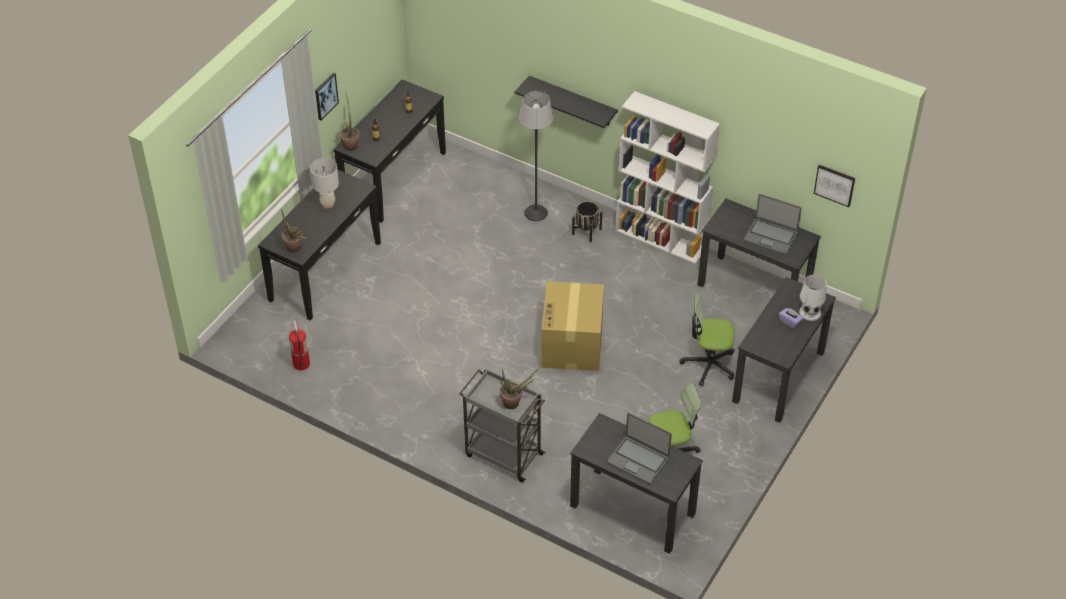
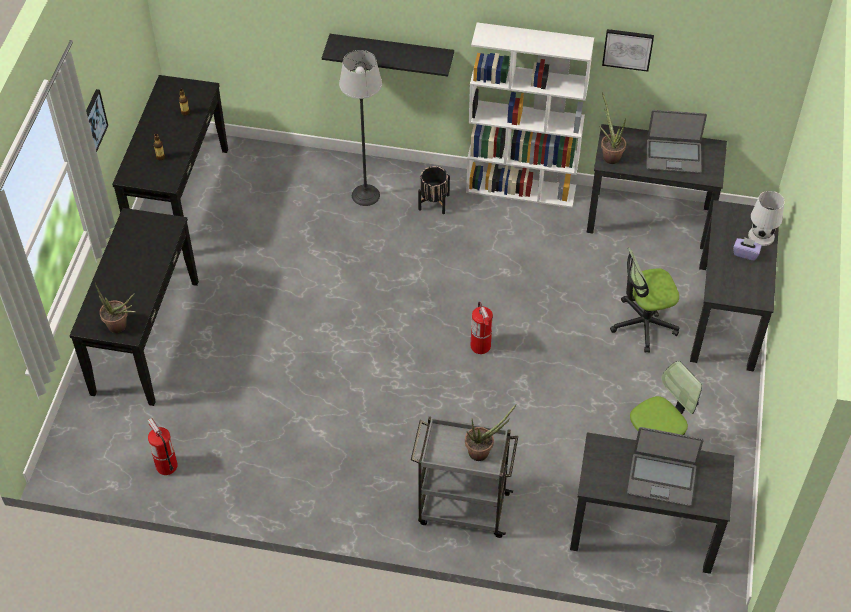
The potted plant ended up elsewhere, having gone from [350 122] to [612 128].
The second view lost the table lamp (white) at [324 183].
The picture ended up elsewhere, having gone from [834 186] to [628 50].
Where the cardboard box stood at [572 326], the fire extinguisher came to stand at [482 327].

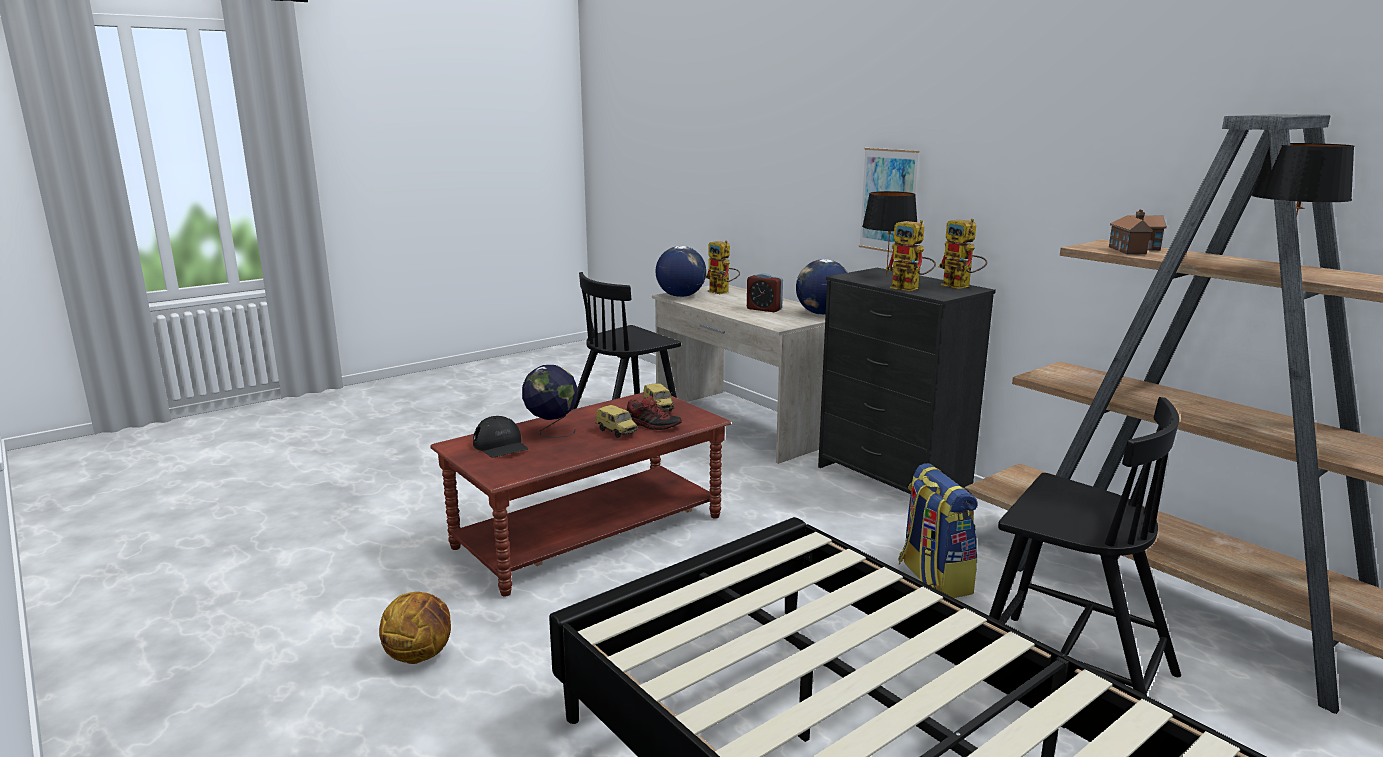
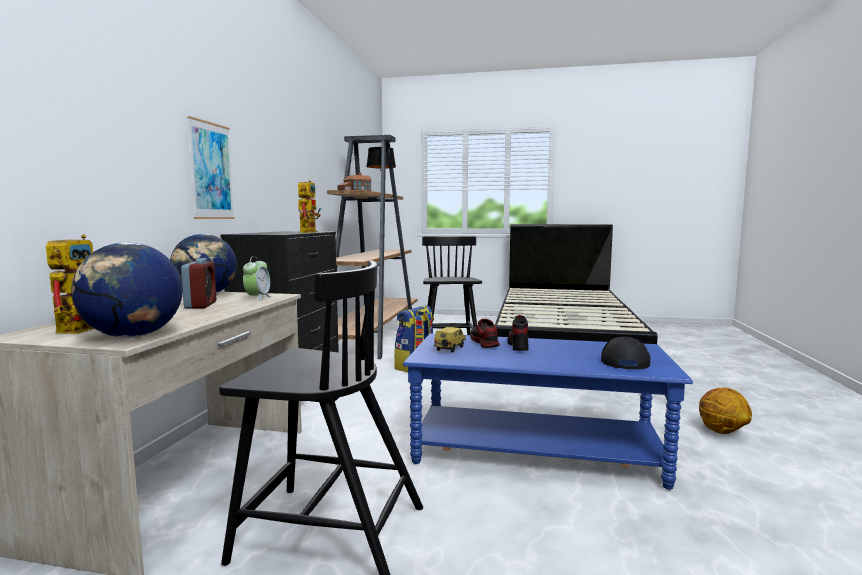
The second view lost the table lamp (black) at [889 233].
The second view lost the toy robot at [962 254].
The second view lost the globe at [549 401].
What was the coffee table (brown) at [580 494] turned into the coffee table (blue) at [548 412].
Where the toy car stood at [617 421], the shoe came to stand at [518 333].
The second view gained the alarm clock at [257 278].

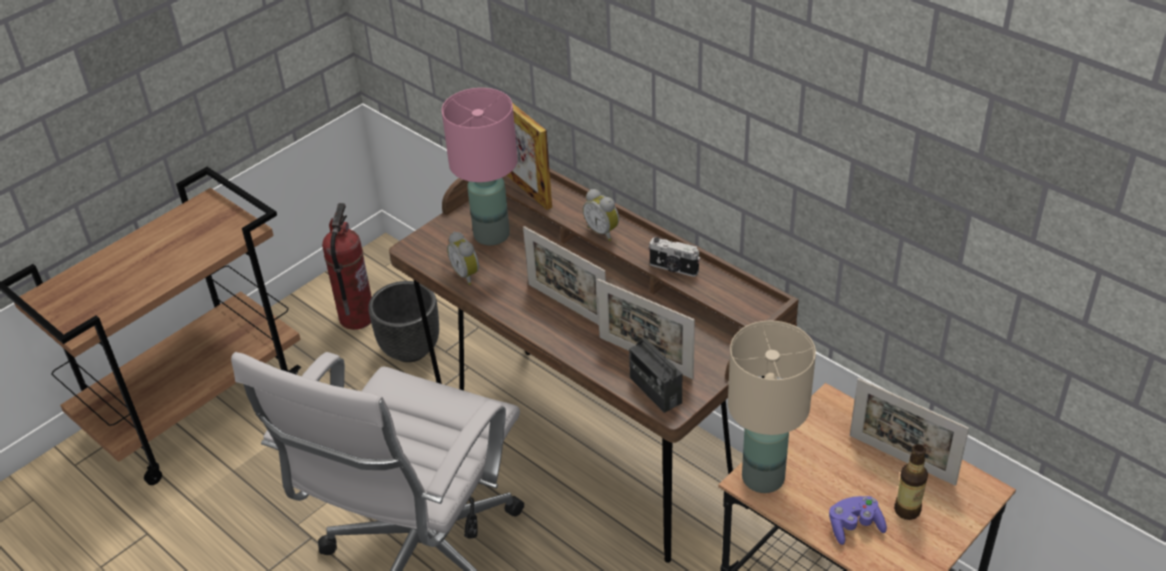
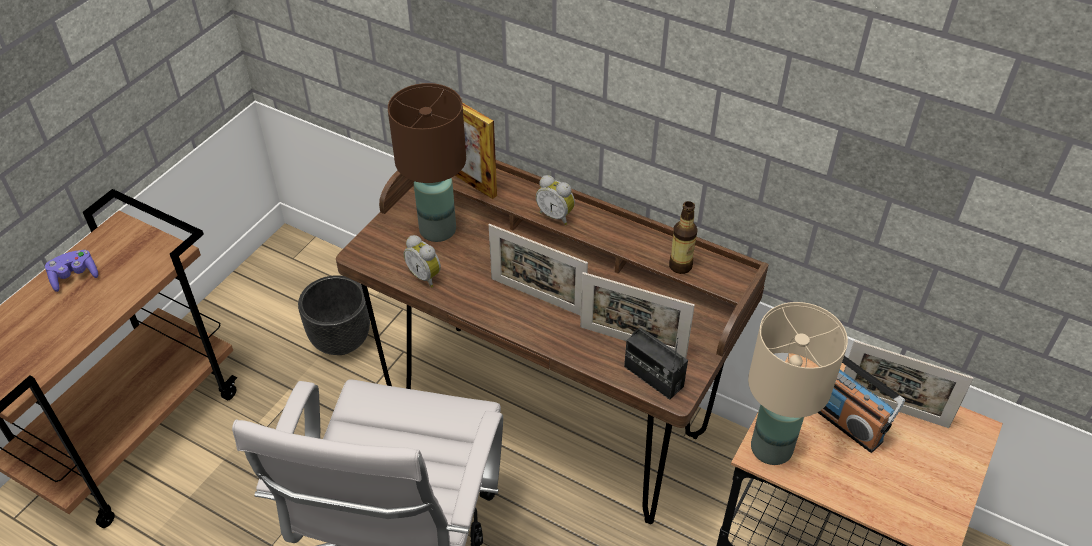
What was the table lamp (pink) at [480 167] turned into the table lamp (brown) at [427 162].
The second view lost the fire extinguisher at [347 266].
The second view lost the photo camera at [674 257].
The bottle ended up elsewhere, having gone from [911 482] to [683 237].
The game controller (purple) ended up elsewhere, having gone from [858 520] to [71 271].
The second view gained the radio at [861 404].

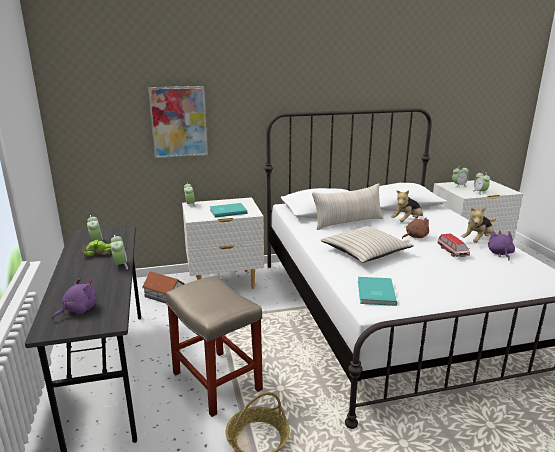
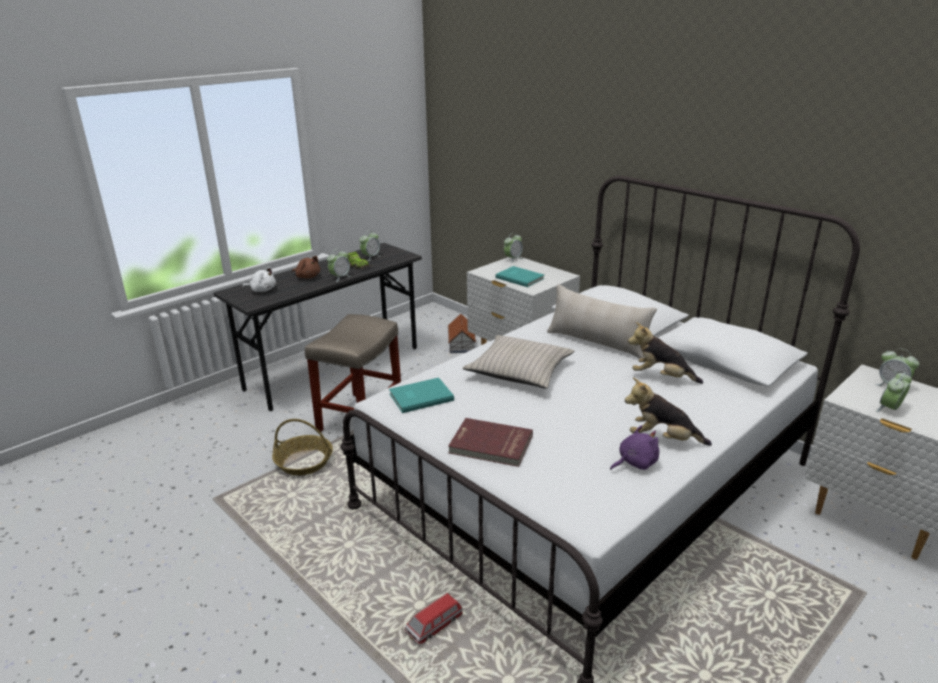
The second view lost the picture at [178 122].
The plush toy (brown) ended up elsewhere, having gone from [415 227] to [306 267].
The toy car ended up elsewhere, having gone from [454 245] to [433 619].
What was the plush toy (purple) at [74 298] turned into the plush toy (white) at [259 279].
The second view gained the book (red) at [490 442].

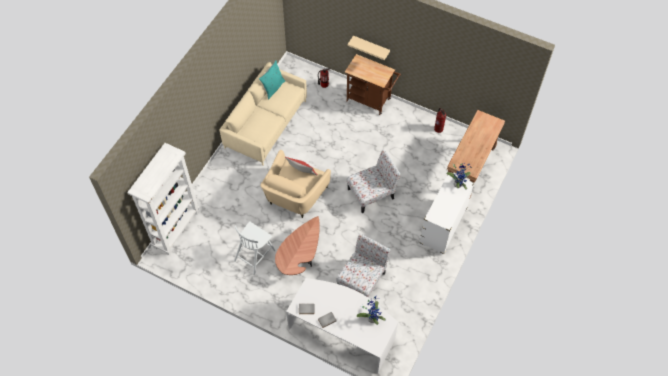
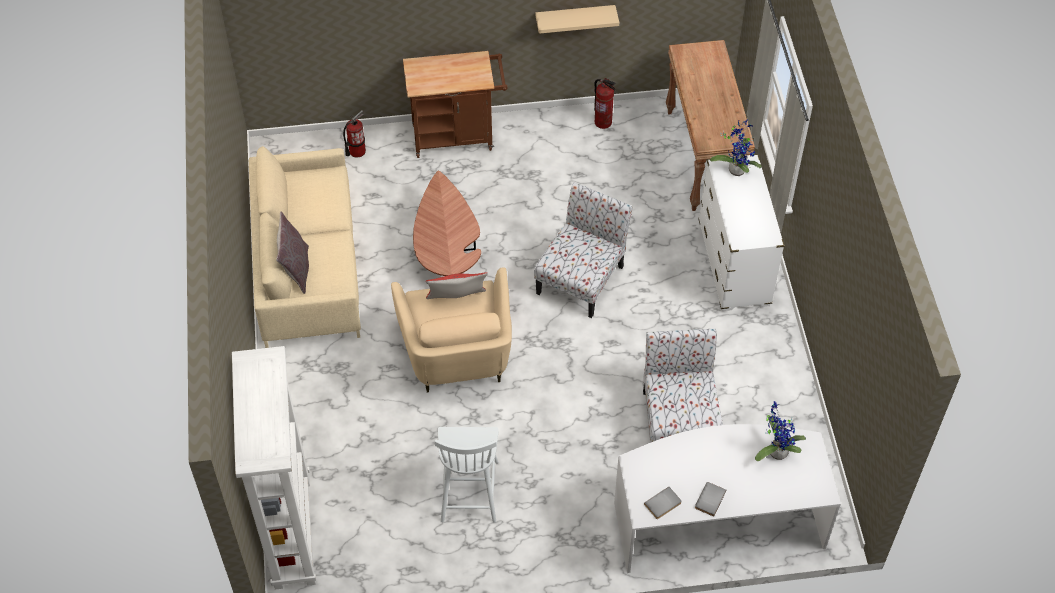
The shelf (beige) ended up elsewhere, having gone from [369 48] to [577 19].
The second view lost the pillow (turquoise) at [272 79].
The coffee table (brown) ended up elsewhere, having gone from [297 245] to [447 223].
The second view gained the pillow (grey) at [292 253].

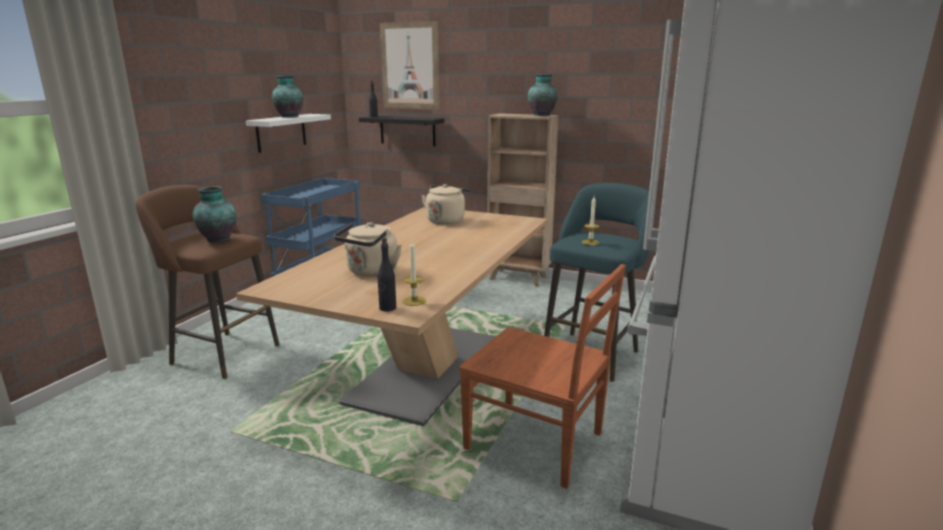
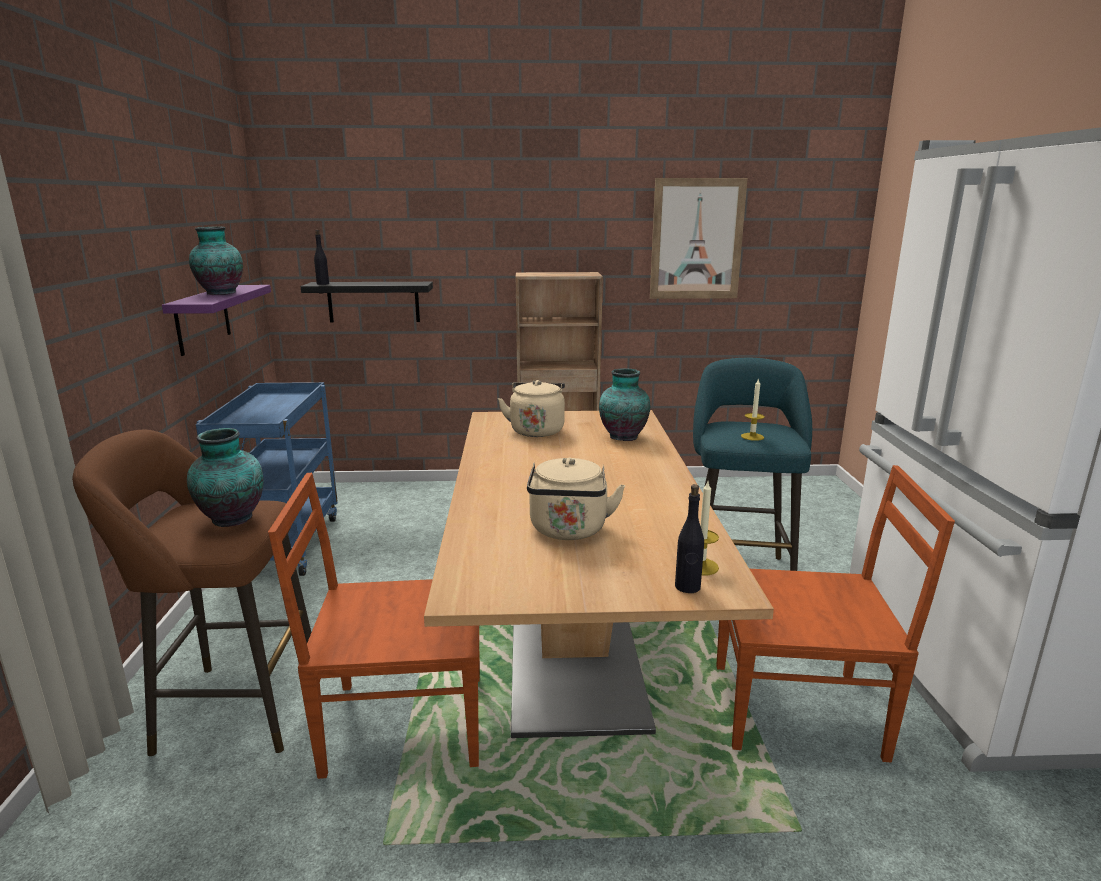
The picture ended up elsewhere, having gone from [410 65] to [699 238].
The vase ended up elsewhere, having gone from [543 95] to [624 404].
What was the shelf (white) at [288 133] turned into the shelf (purple) at [216 320].
The second view gained the chair (brown) at [374 626].

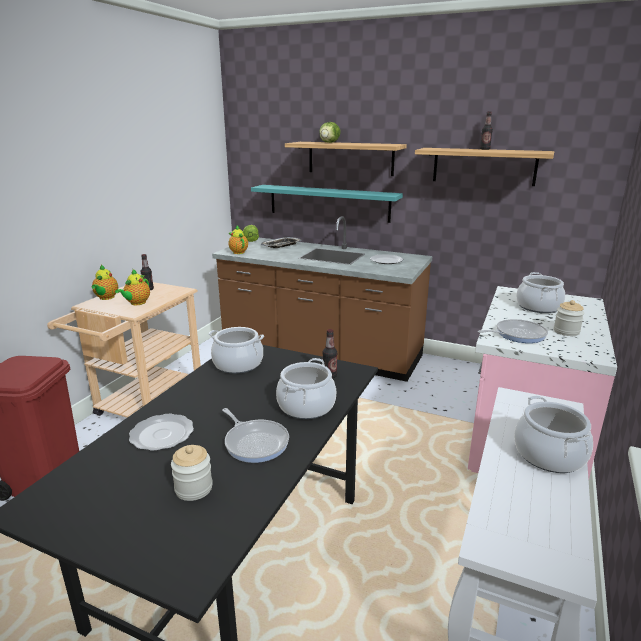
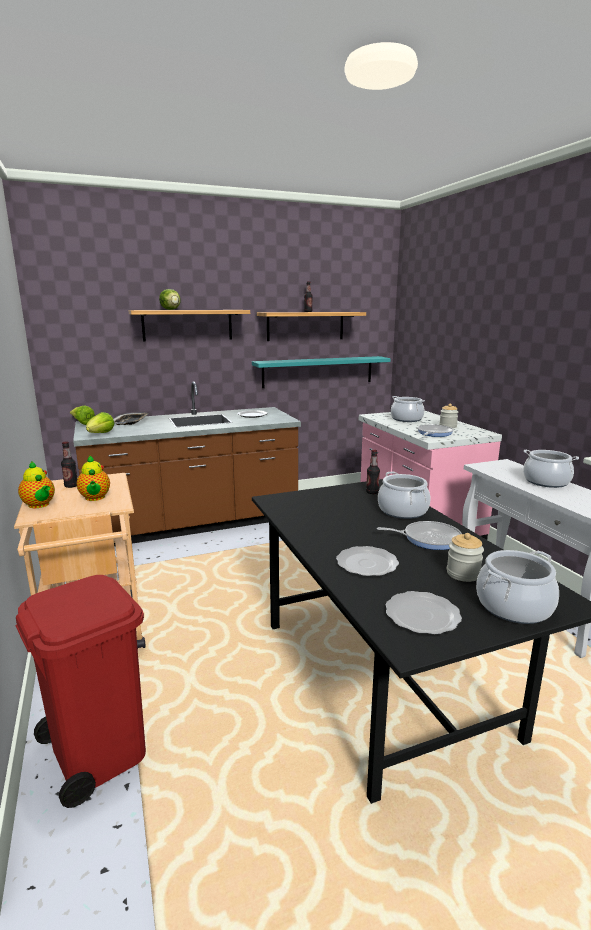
The shelf (turquoise) ended up elsewhere, having gone from [327 204] to [321 372].
Where the teapot stood at [238 239], the lettuce came to stand at [100 422].
The cooking pot ended up elsewhere, having gone from [236 350] to [517 587].
The second view gained the plate at [423 613].

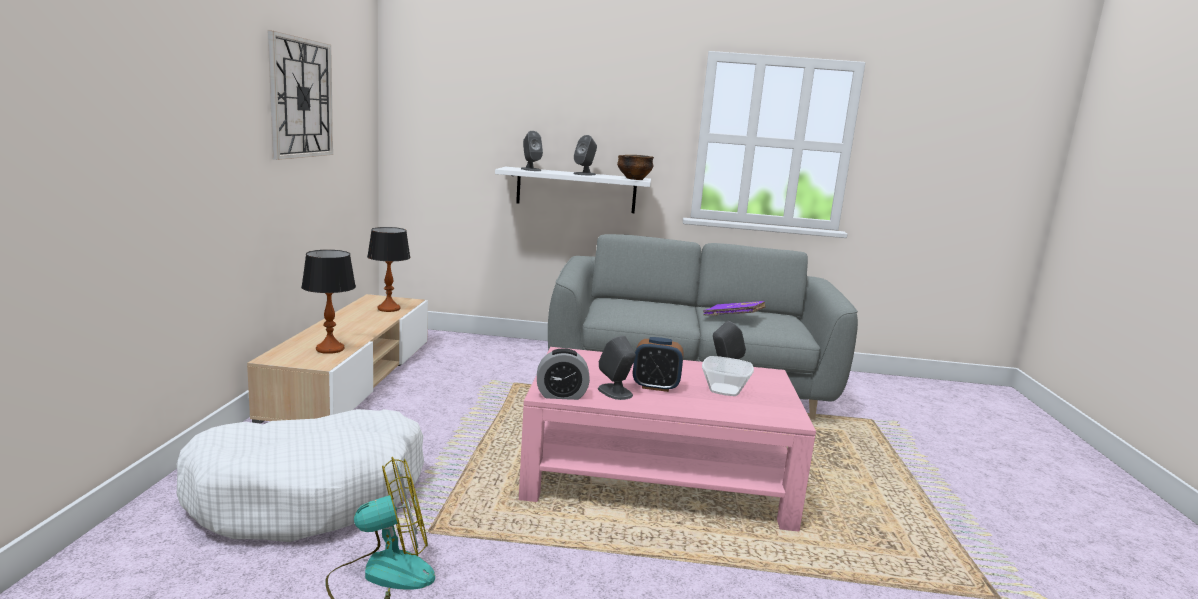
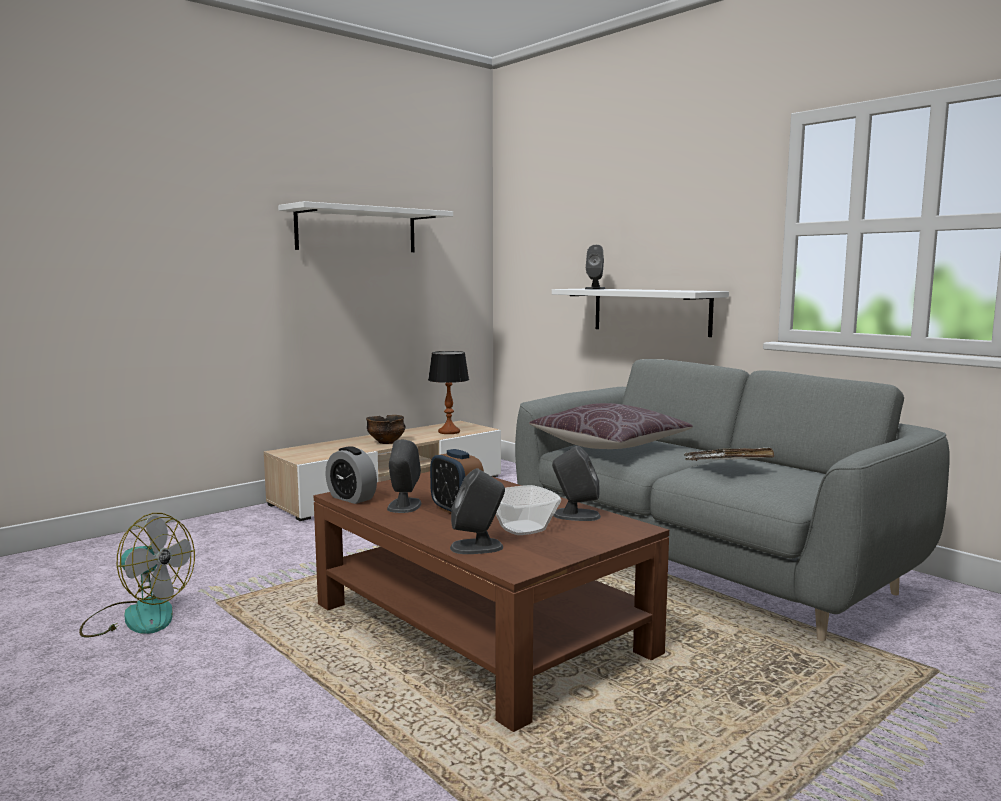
Where the wall clock hung at [300 95], the shelf (white) came to hang at [365 226].
The speaker (grey) ended up elsewhere, having gone from [585 155] to [477 511].
The bowl ended up elsewhere, having gone from [635 167] to [385 429].
The second view lost the table lamp at [328 302].
What was the book (purple) at [734 308] turned into the book (white) at [729 454].
What was the coffee table (pink) at [667 439] turned into the coffee table (brown) at [491 602].
The second view lost the dog bed (white) at [300 475].
The second view gained the pillow (brown) at [611 426].

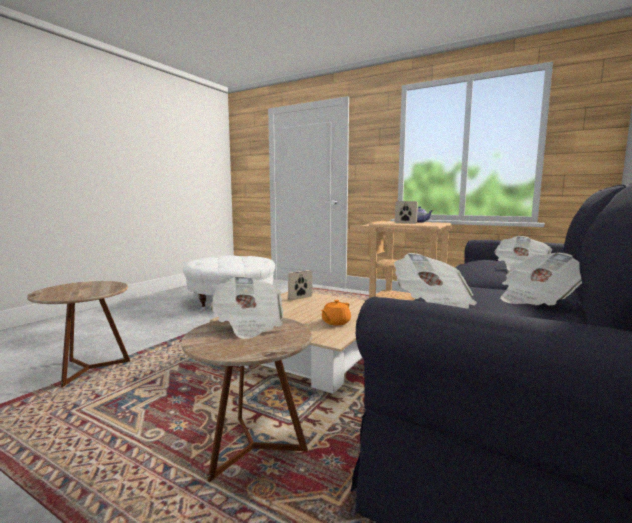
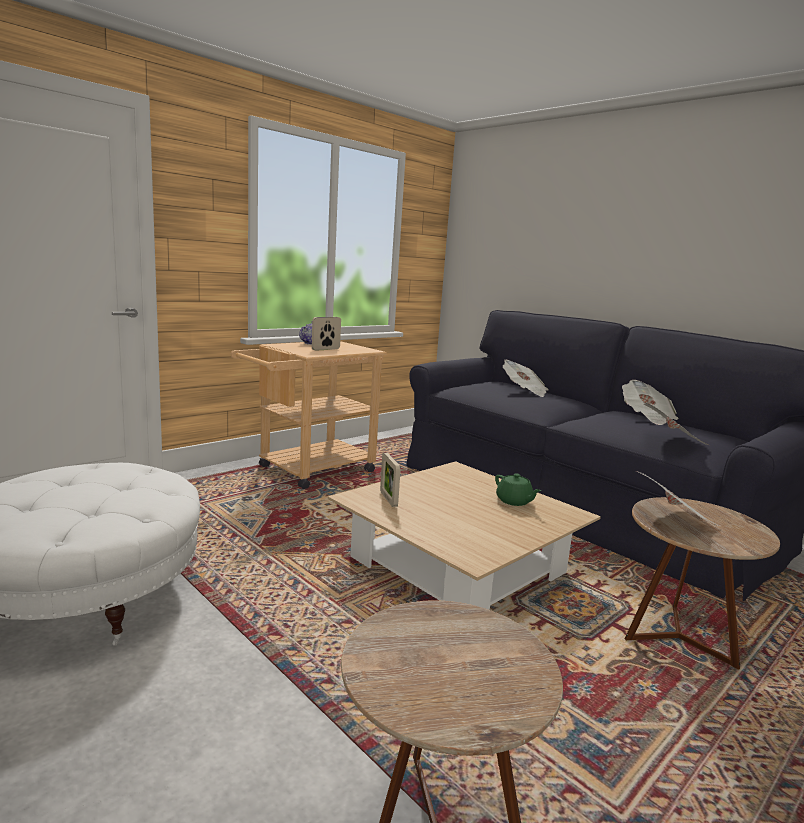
What was the teapot (orange) at [336 312] turned into the teapot (green) at [518 489].

